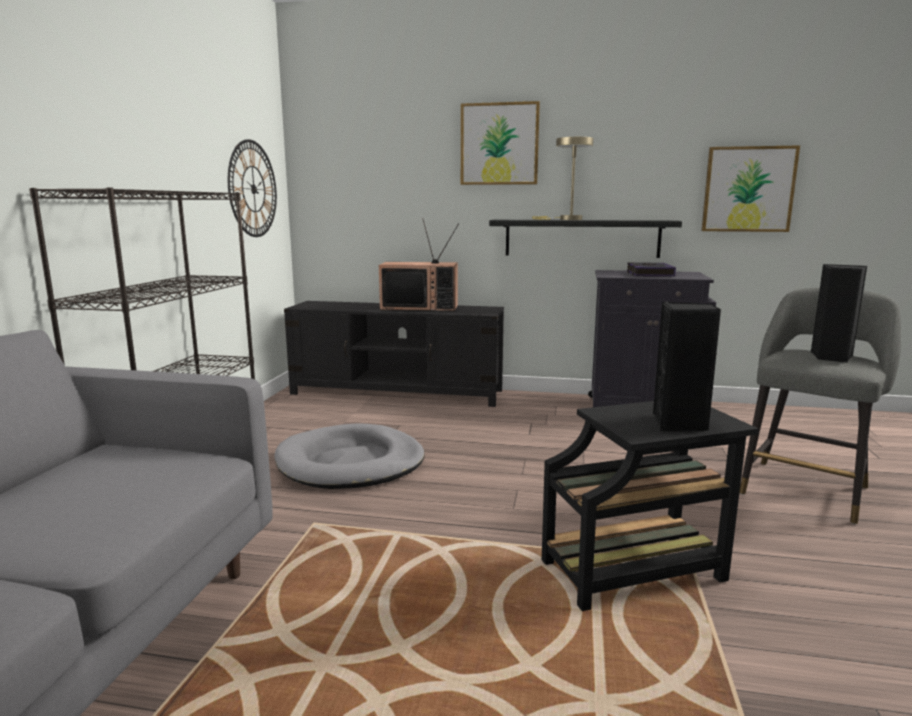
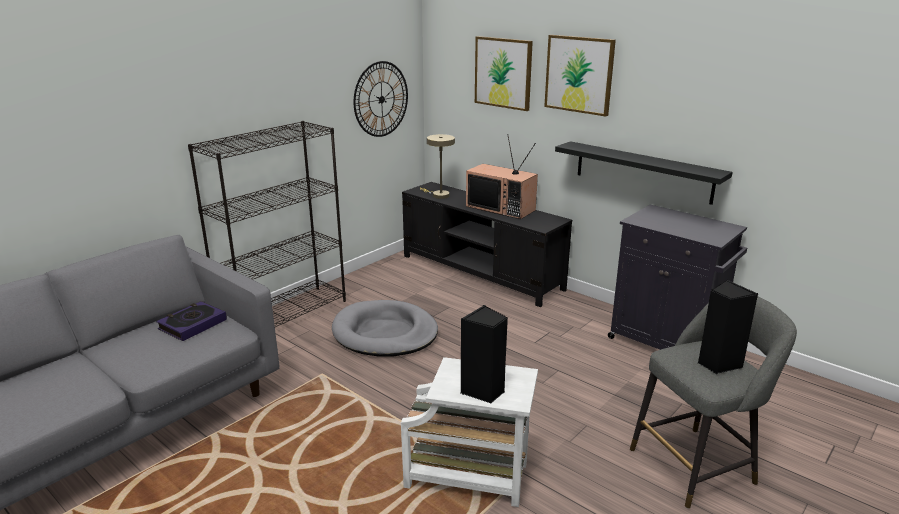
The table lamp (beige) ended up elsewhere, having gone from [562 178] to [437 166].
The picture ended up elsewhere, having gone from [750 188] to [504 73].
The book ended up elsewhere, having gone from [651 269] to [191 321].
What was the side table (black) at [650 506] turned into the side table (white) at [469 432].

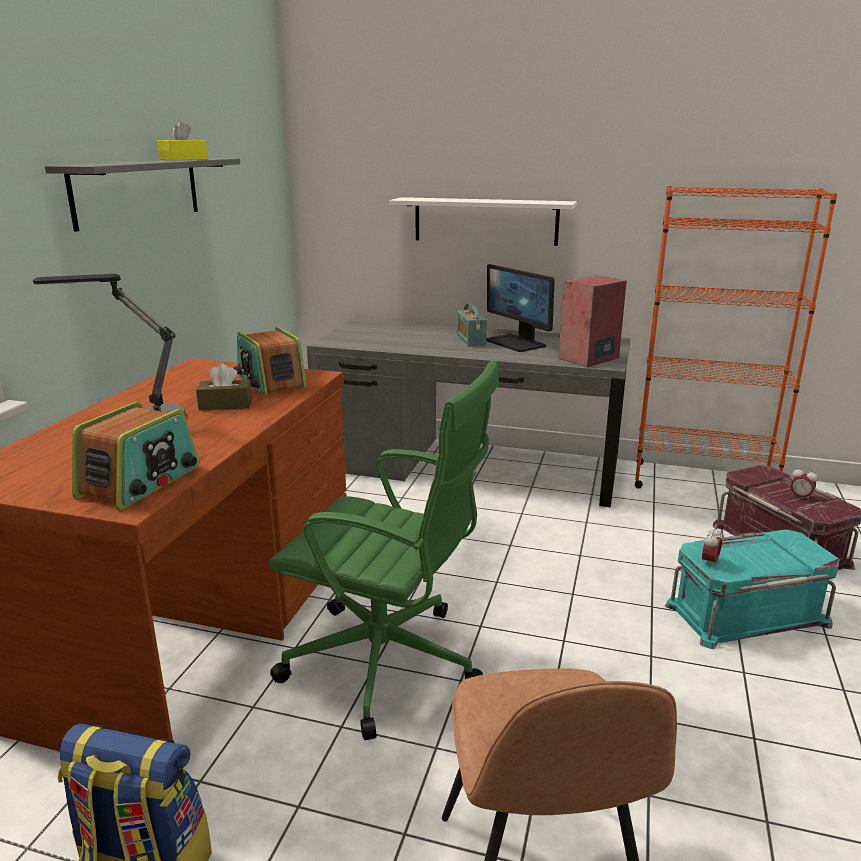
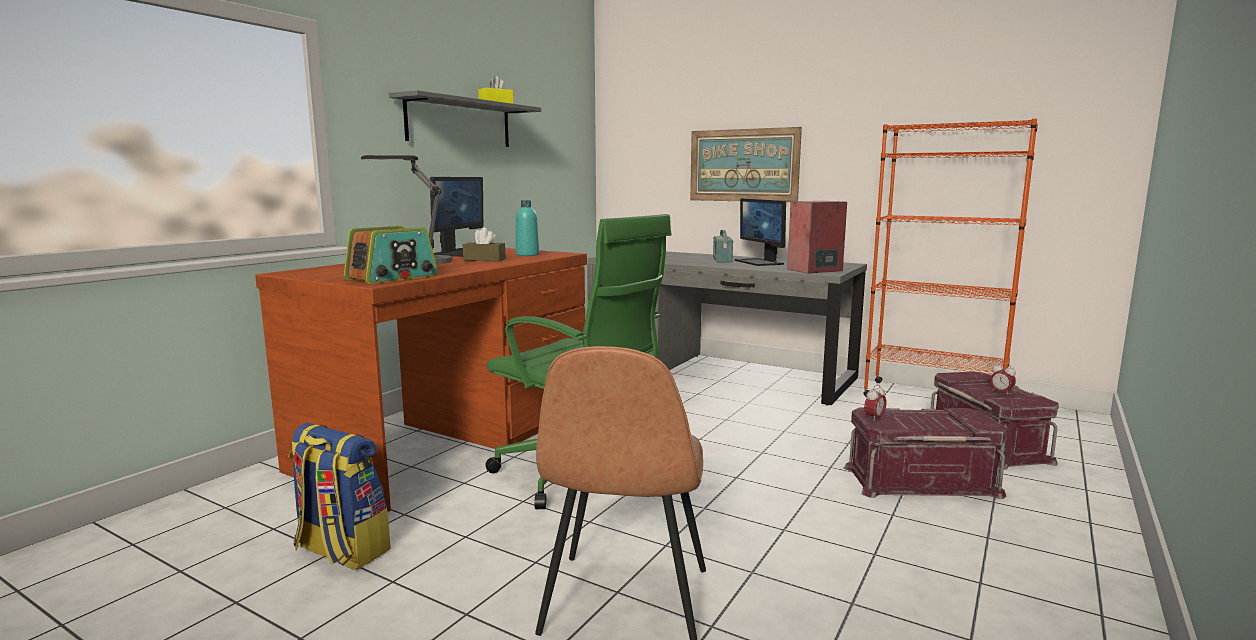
Where the shelf (white) hung at [483 221], the picture came to hang at [746 164].
Where the radio stood at [270 361], the bottle (turquoise) came to stand at [527 228].
What was the storage box (turquoise) at [752 589] turned into the storage box (red) at [926 453].
The second view gained the monitor at [456 217].

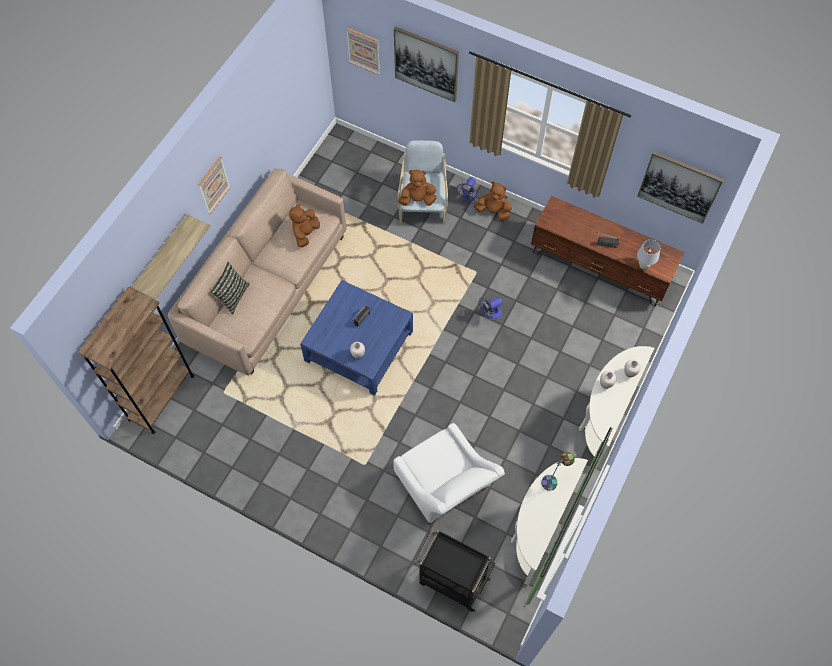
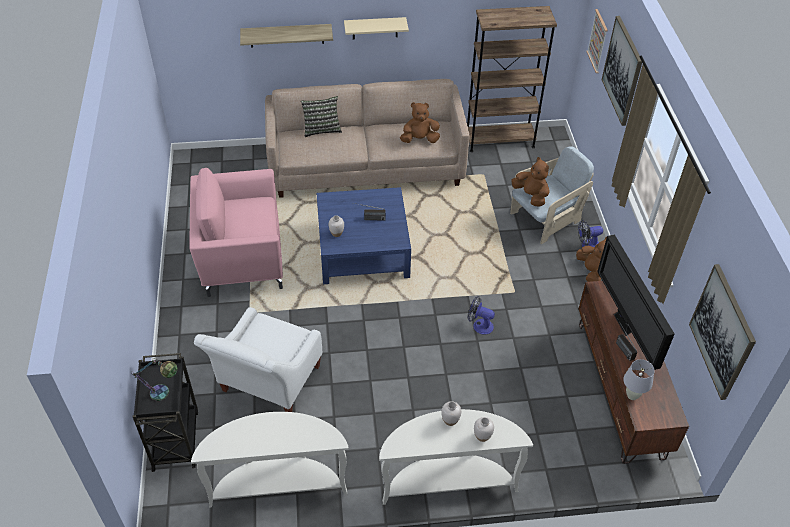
Where the picture hung at [214 185], the shelf (beige) came to hang at [376 28].
The bookcase (brown) ended up elsewhere, having gone from [136 360] to [512 79].
The table lamp ended up elsewhere, having gone from [558 471] to [154 379].
The second view gained the armchair (pink) at [236 232].
The second view gained the television at [636 302].

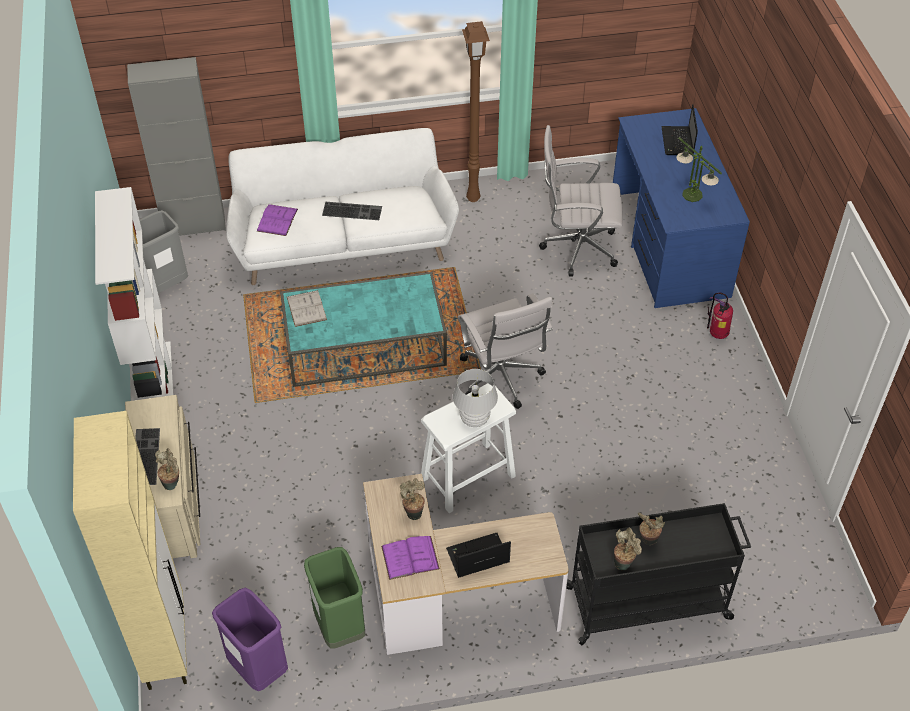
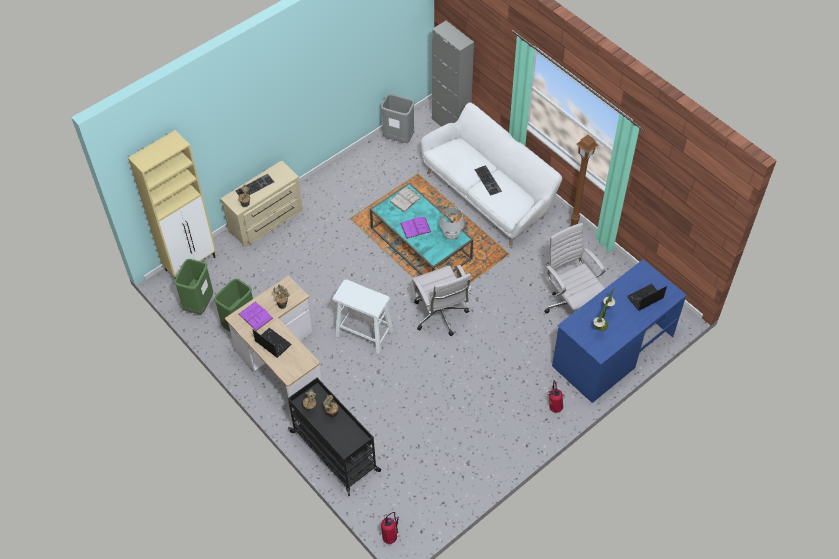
The second view lost the bookcase (white) at [134 294].
The book (purple) ended up elsewhere, having gone from [277 220] to [415 228].
The office chair (white) at [505 351] ended up facing another way, 60 degrees counterclockwise from before.
The table lamp (white) ended up elsewhere, having gone from [475 398] to [451 223].
What was the trash can (purple) at [250 639] turned into the trash can (green) at [193 286].
The second view gained the fire extinguisher at [390 528].

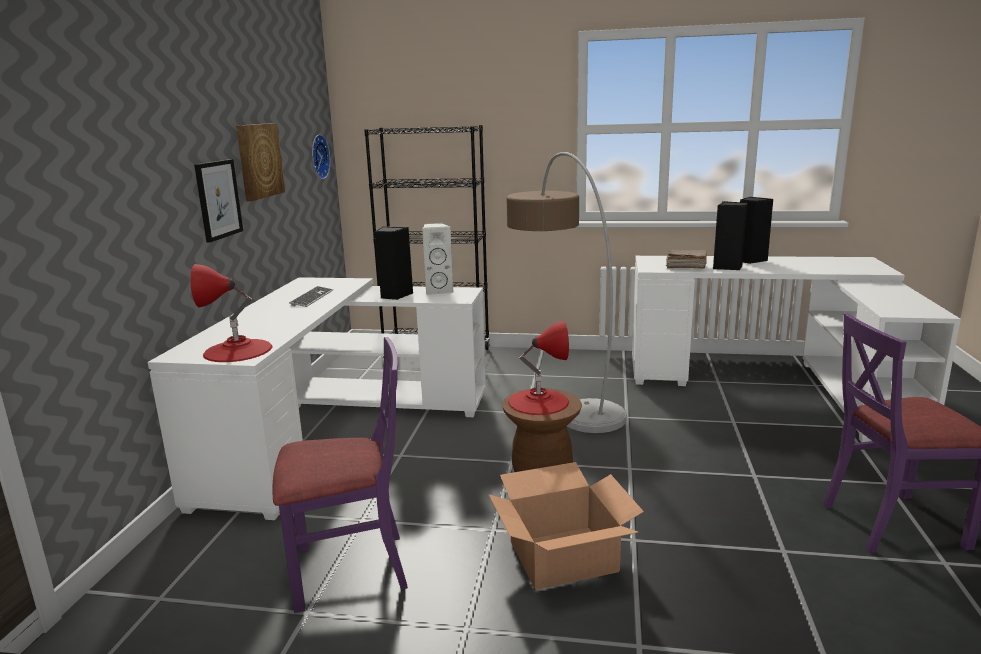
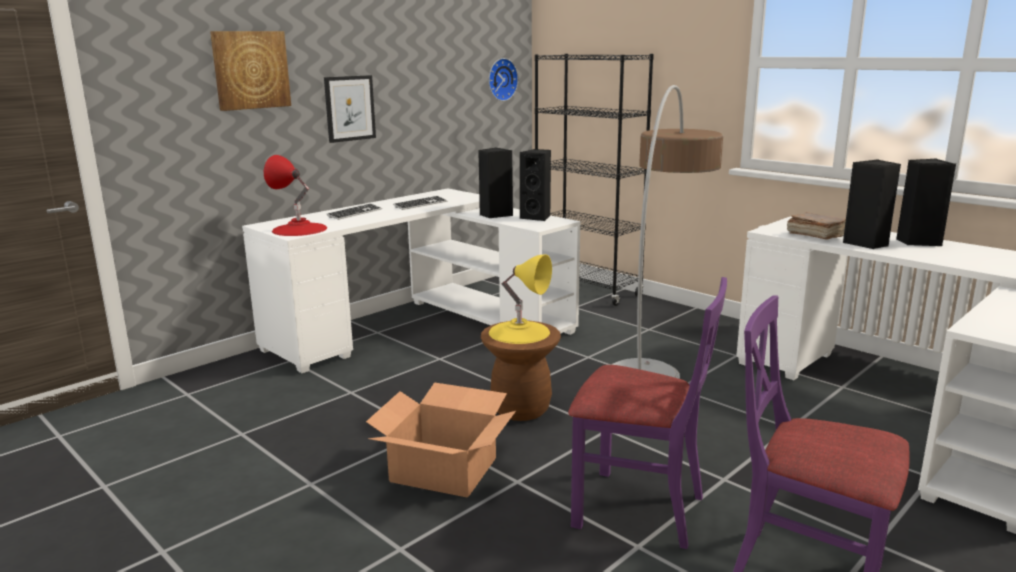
The picture ended up elsewhere, having gone from [260 162] to [250 71].
What was the speaker (white) at [438 259] turned into the speaker (black) at [535 185].
What was the table lamp (red) at [538 368] turned into the table lamp (yellow) at [520 299].
The chair (purple) ended up elsewhere, having gone from [340 475] to [647 413].
The second view gained the keyboard at [354 212].

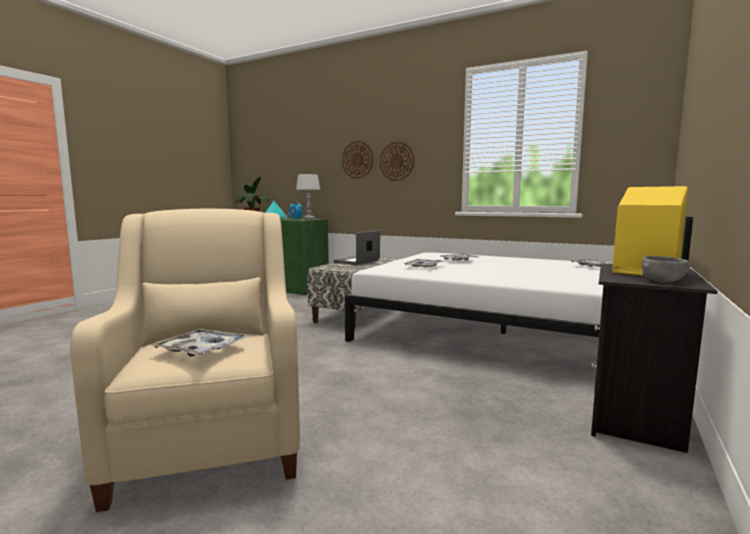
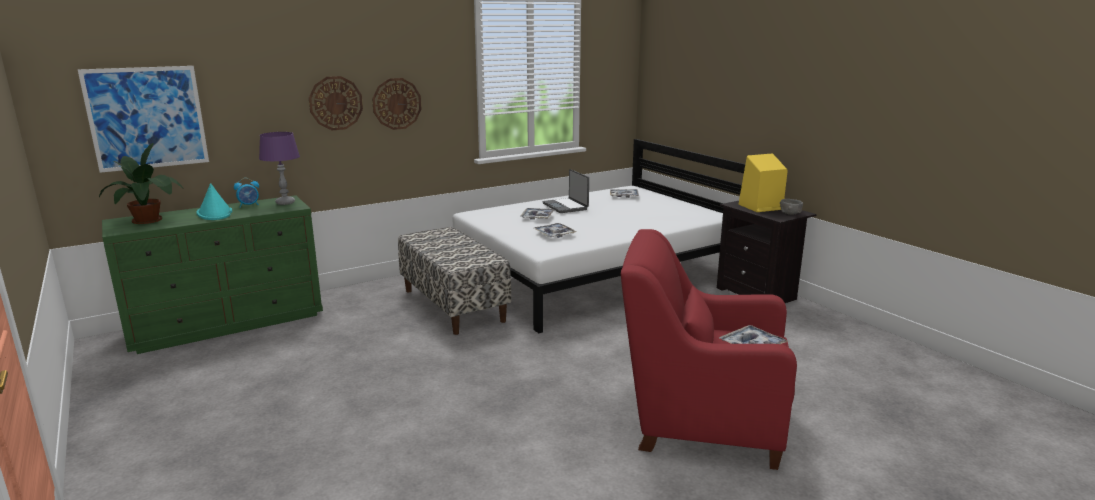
What was the table lamp (grey) at [308 197] turned into the table lamp (purple) at [279 168].
What was the armchair (beige) at [185 360] turned into the armchair (red) at [709 349].
The laptop ended up elsewhere, having gone from [357 247] to [565 191].
The second view gained the picture at [143 119].

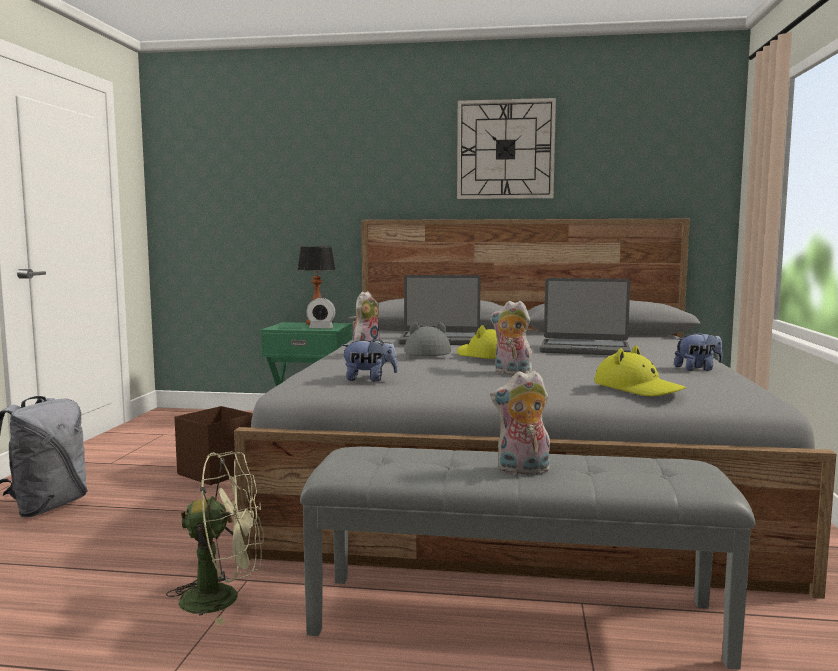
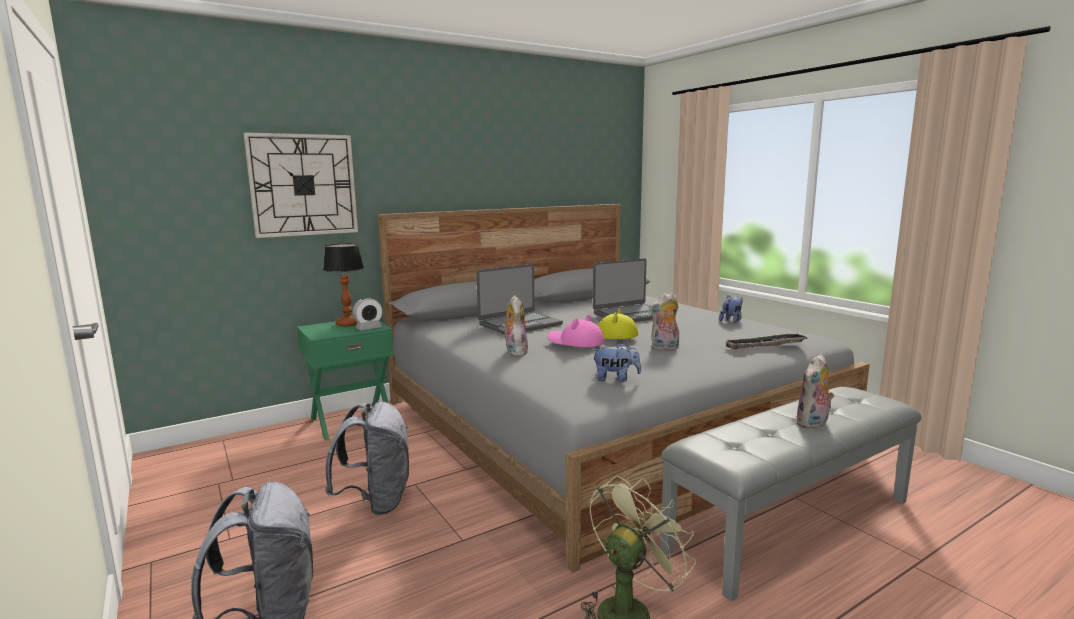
The wall clock ended up elsewhere, having gone from [506 148] to [300 185].
What was the hat (grey) at [427 338] turned into the hat (pink) at [576 330].
The plush toy at [369 360] ended up facing another way, 45 degrees clockwise from before.
Where the hat (yellow) stood at [640 370], the tray came to stand at [766 341].
Where the storage box (brown) stood at [214 445], the backpack (grey) came to stand at [367 458].

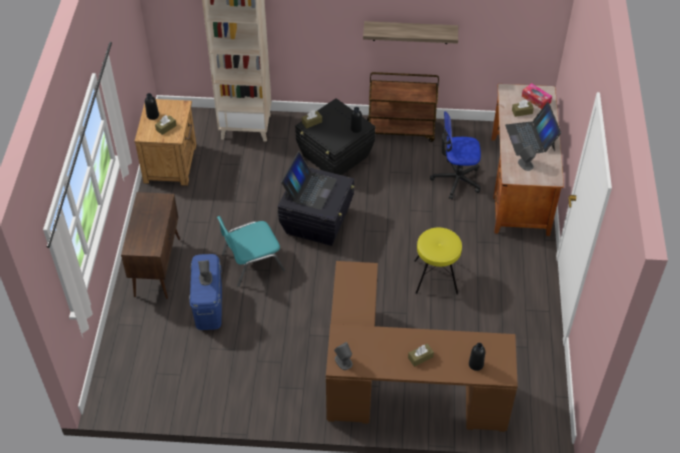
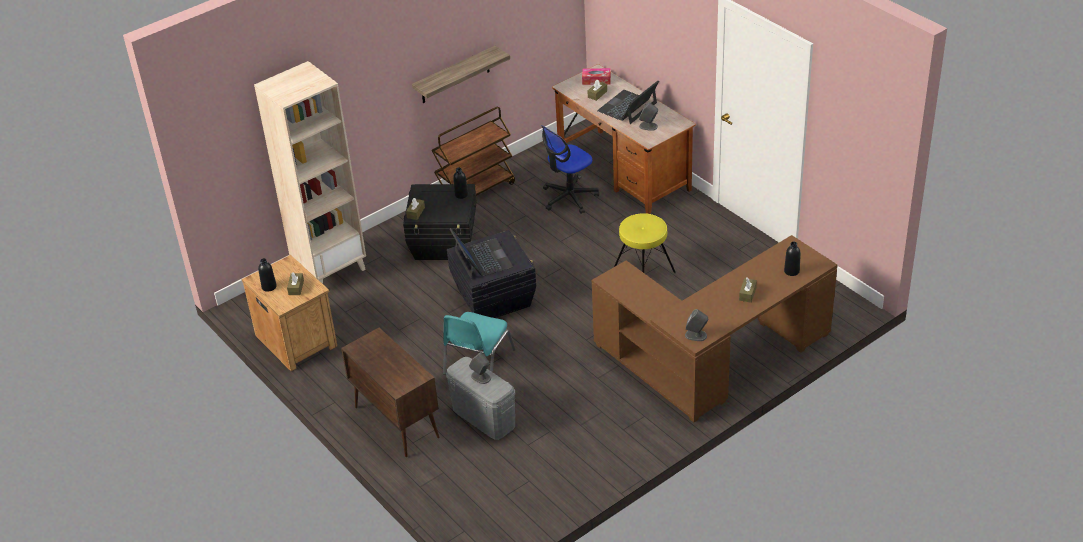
The laptop at [533 129] ended up facing another way, 90 degrees clockwise from before.
What was the storage box (blue) at [205 292] turned into the storage box (grey) at [480 398].

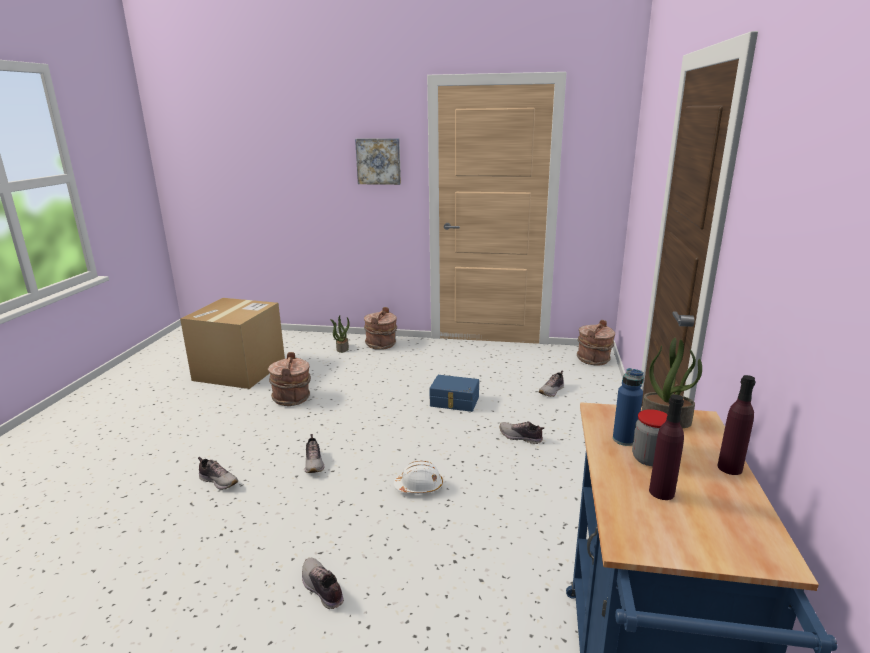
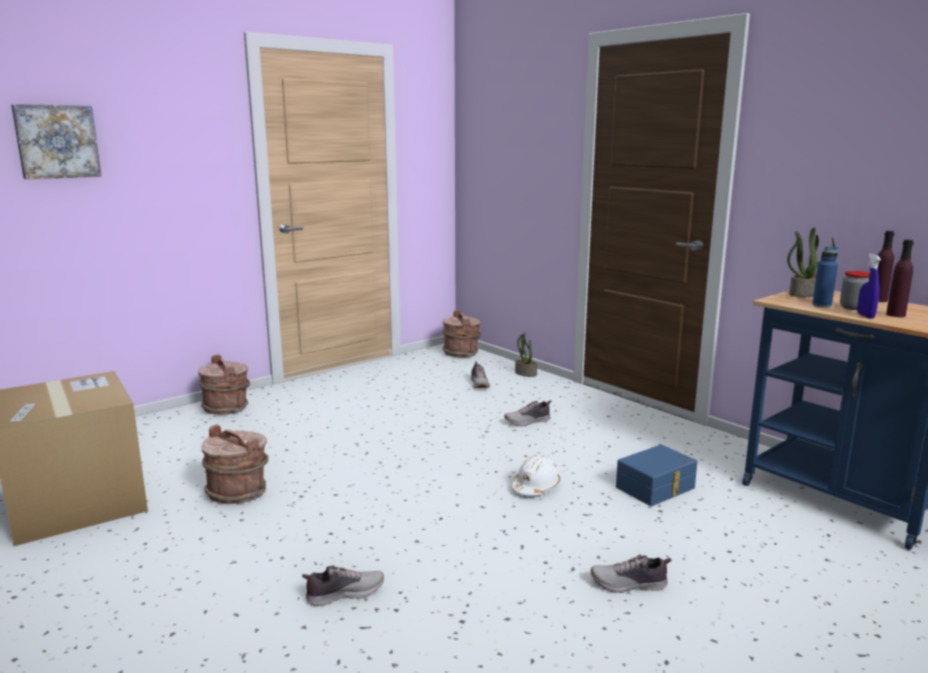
The picture ended up elsewhere, having gone from [378 161] to [56 141].
The potted plant ended up elsewhere, having gone from [339 334] to [526 354].
The storage box (blue) ended up elsewhere, having gone from [454 393] to [656 475].
The second view lost the shoe at [314 453].
The second view gained the spray bottle (blue) at [869 286].

